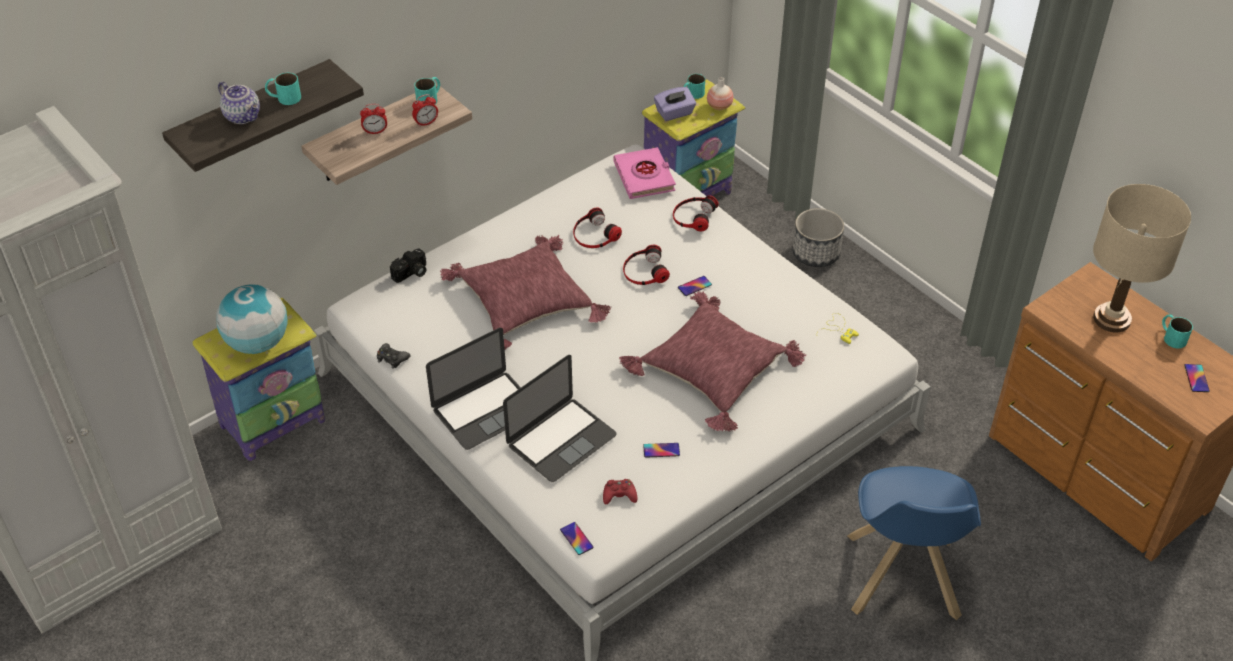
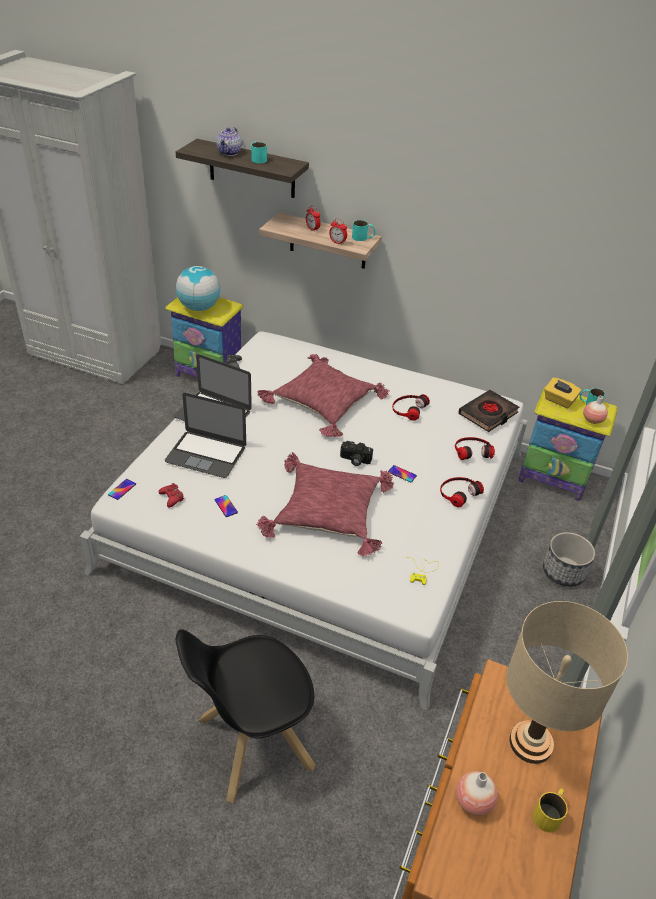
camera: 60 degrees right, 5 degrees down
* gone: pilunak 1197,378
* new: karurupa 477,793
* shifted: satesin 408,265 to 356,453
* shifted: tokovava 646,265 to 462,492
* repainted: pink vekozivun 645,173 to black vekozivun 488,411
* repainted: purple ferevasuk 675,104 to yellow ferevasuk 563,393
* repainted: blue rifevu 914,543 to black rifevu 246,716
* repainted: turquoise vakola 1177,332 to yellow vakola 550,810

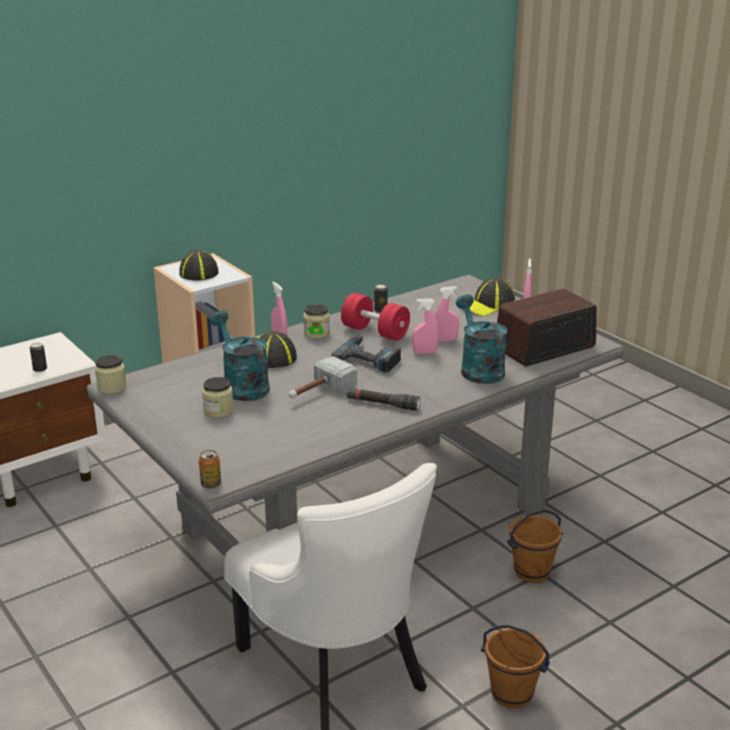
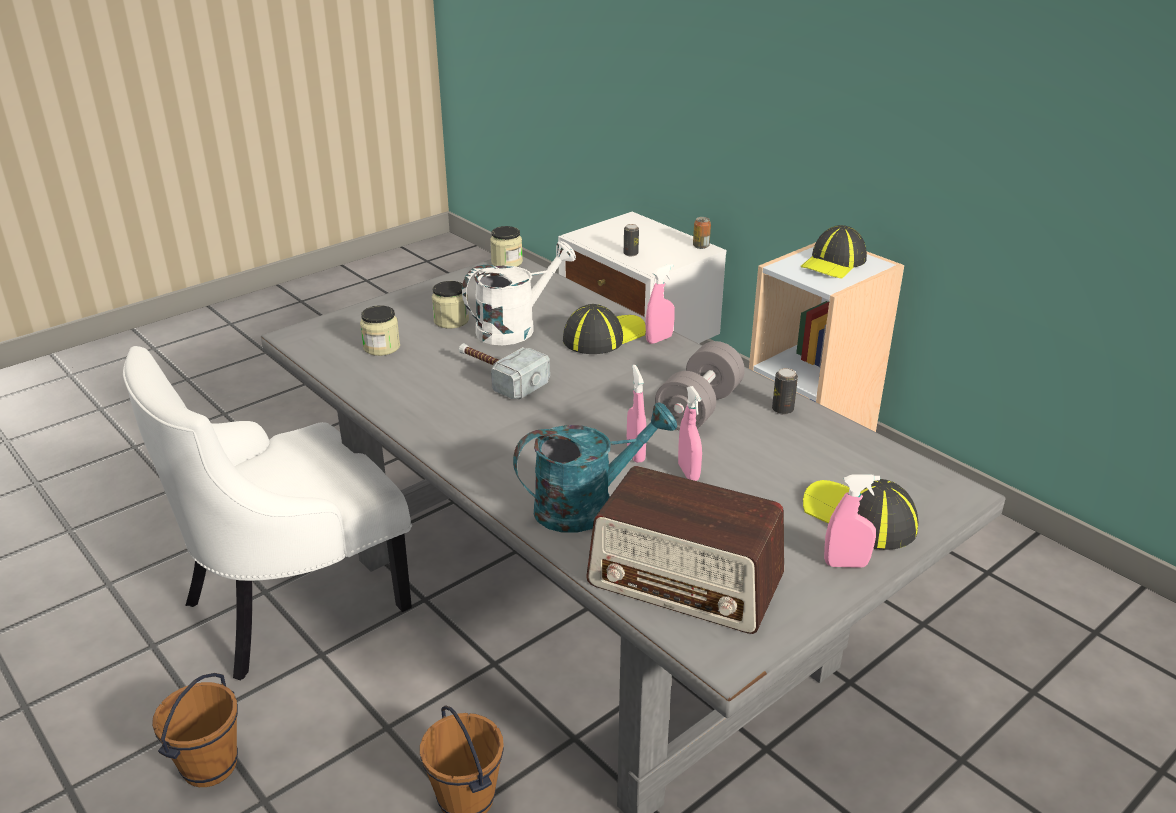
camera: 85 degrees right, 5 degrees up
* gone: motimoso 366,354
* gone: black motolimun 383,399
* shifted: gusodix 210,469 to 702,233
* shifted: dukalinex 316,321 to 380,330
* repainted: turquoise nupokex 240,356 to white nupokex 519,293
* repainted: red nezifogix 375,317 to grey nezifogix 700,386
* rotated: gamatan 199,265 = 833,252 135 degrees clockwise
* rotated: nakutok 547,327 = 685,550 150 degrees clockwise

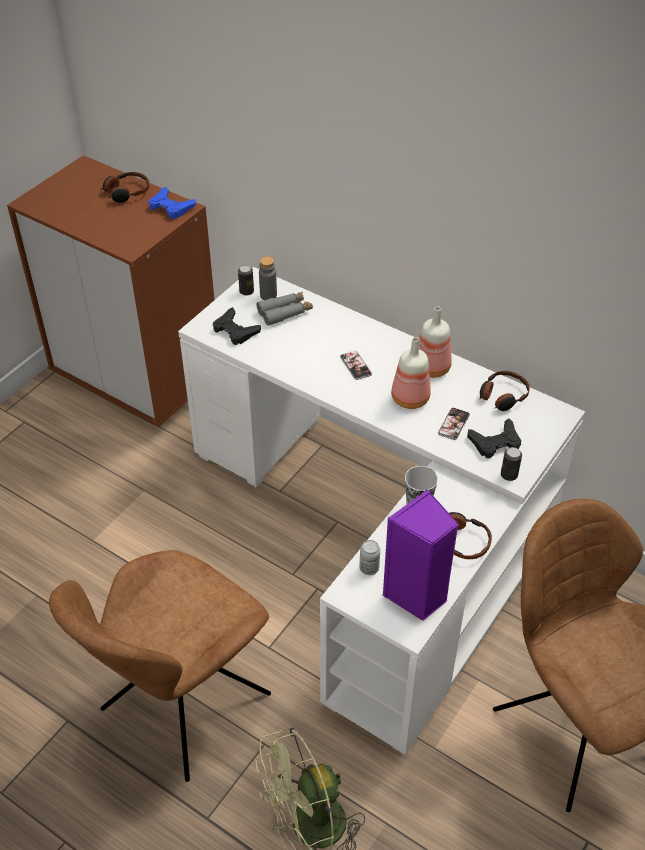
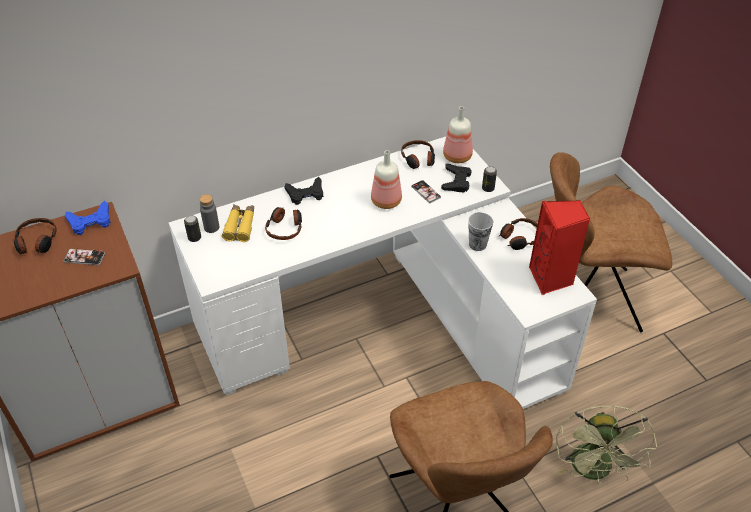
camera: 60 degrees left, 0 degrees up
* gone: gusodix 369,557
* new: tokovava 283,223
* shifted: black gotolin 237,326 to 304,191
* shifted: pilunak 356,365 to 84,256
* shifted: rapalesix 435,342 to 458,134
* repainted: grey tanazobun 284,309 to yellow tanazobun 238,223
* repainted: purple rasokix 420,555 to red rasokix 560,247

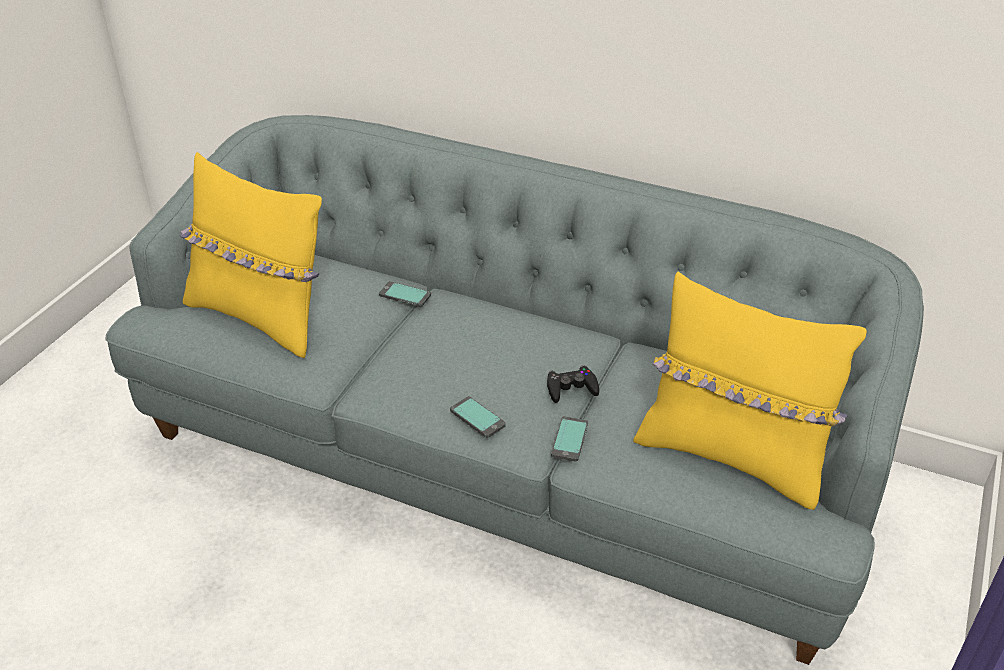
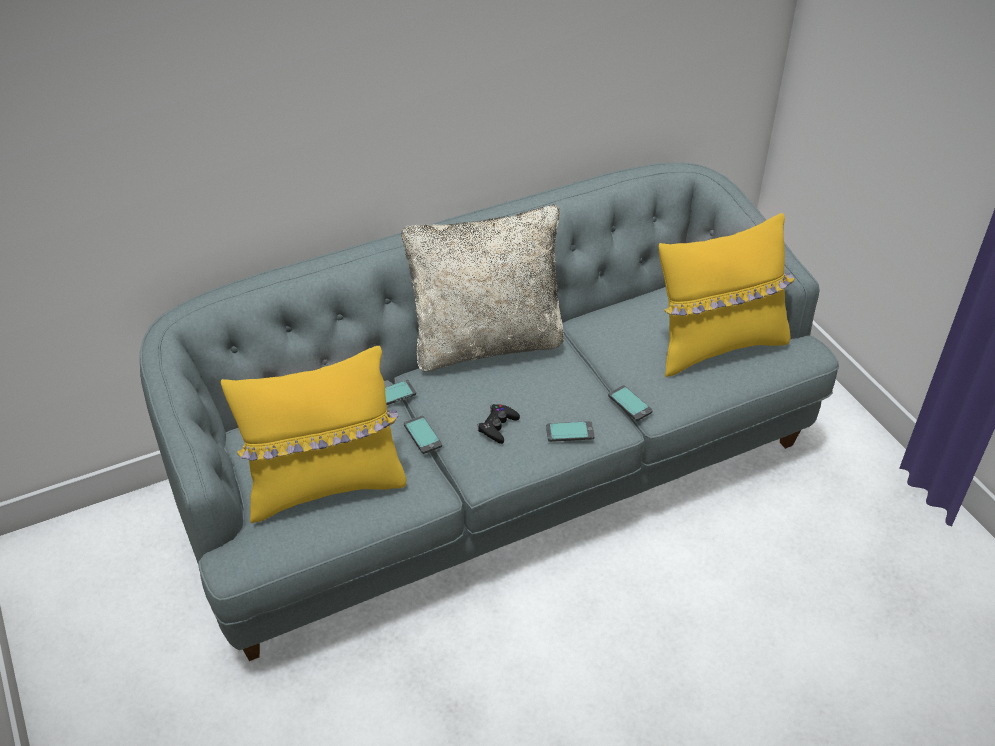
camera: 50 degrees left, 5 degrees up
* new: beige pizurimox 482,288
* new: pilunak 423,434
* shifted: black gotolin 573,384 to 498,424

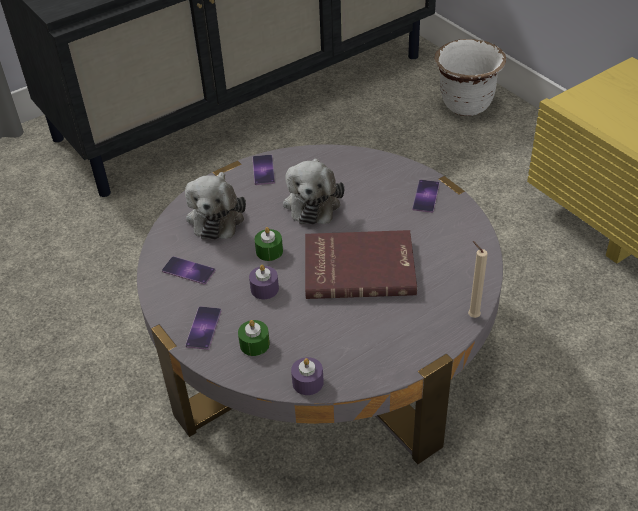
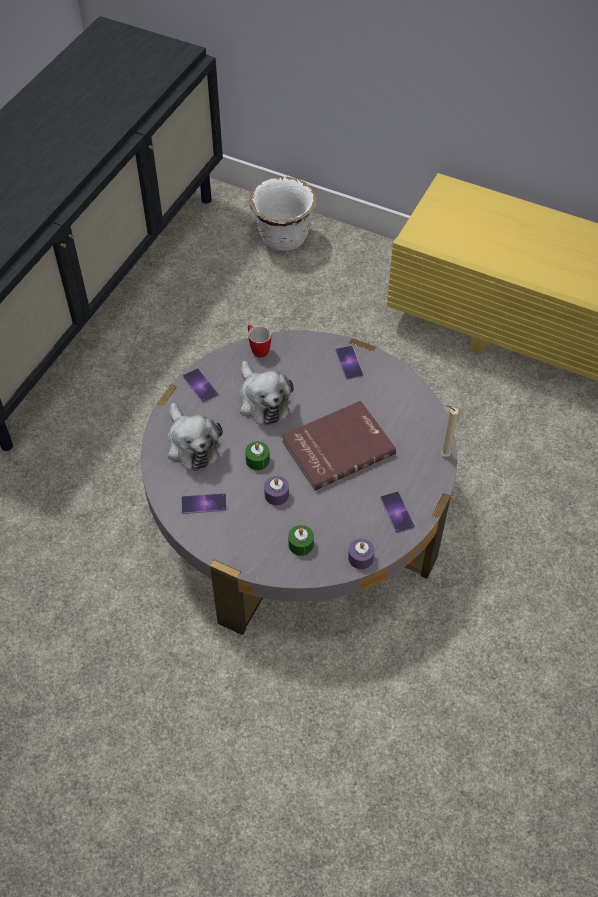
camera: 30 degrees left, 10 degrees up
* new: vakola 259,341
* shifted: pilunak 203,328 to 397,512

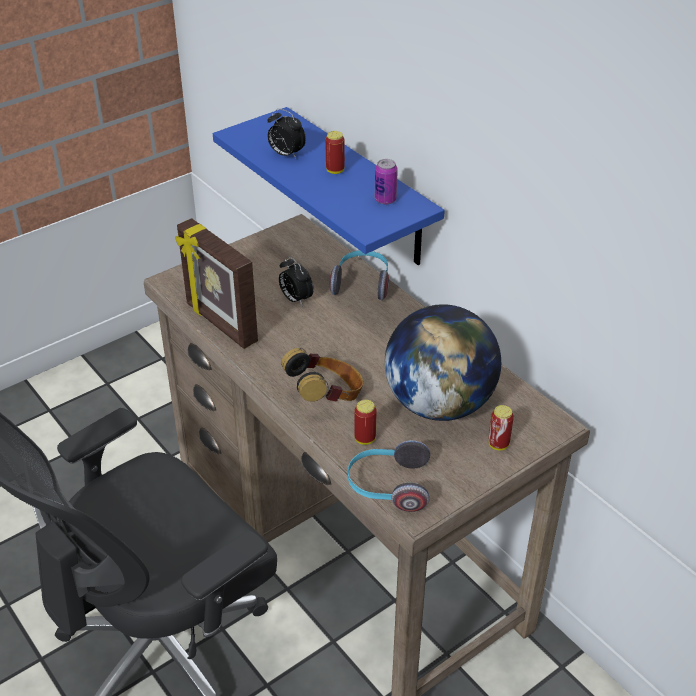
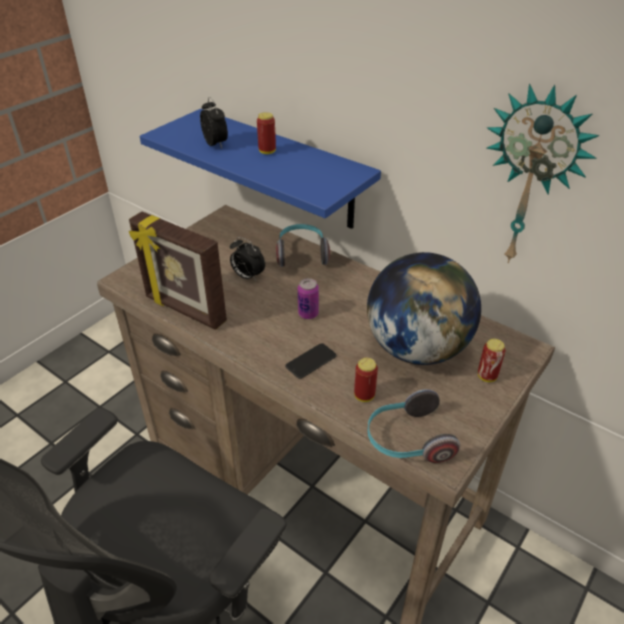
camera: 15 degrees left, 0 degrees up
* new: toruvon 543,173
* shifted: gusodix 386,181 to 308,298
* swapped: tokovava 322,375 to pilunak 311,361
* rotated: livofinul 286,133 = 214,123 135 degrees counterclockwise

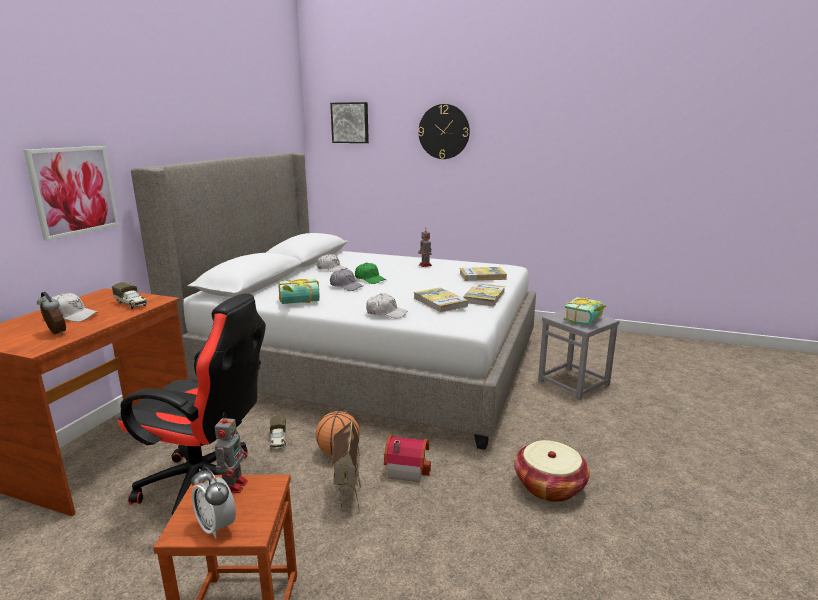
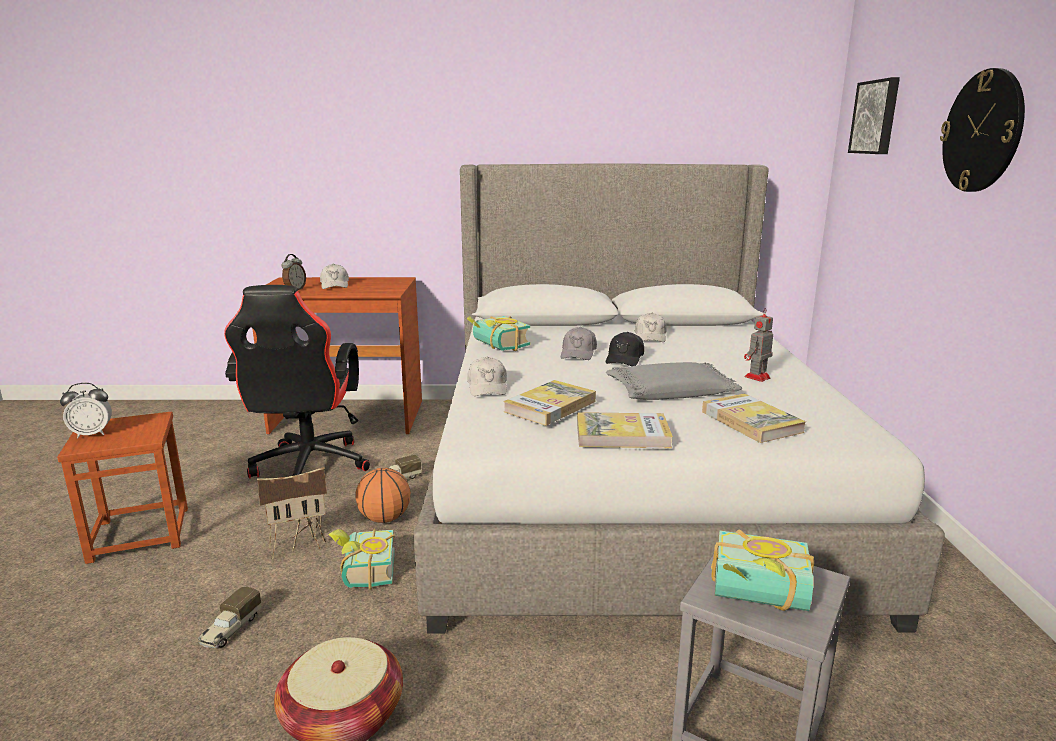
camera: 70 degrees right, 0 degrees up
* gone: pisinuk 71,193
* gone: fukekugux 231,453
* new: grey pizurimox 674,381
* shifted: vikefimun 130,295 to 230,617
* swapped: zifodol 407,458 to vekozivun 361,559
* repainted: green gamatan 370,273 to black gamatan 625,349
* rotated: livofinul 213,502 = 86,410 135 degrees counterclockwise

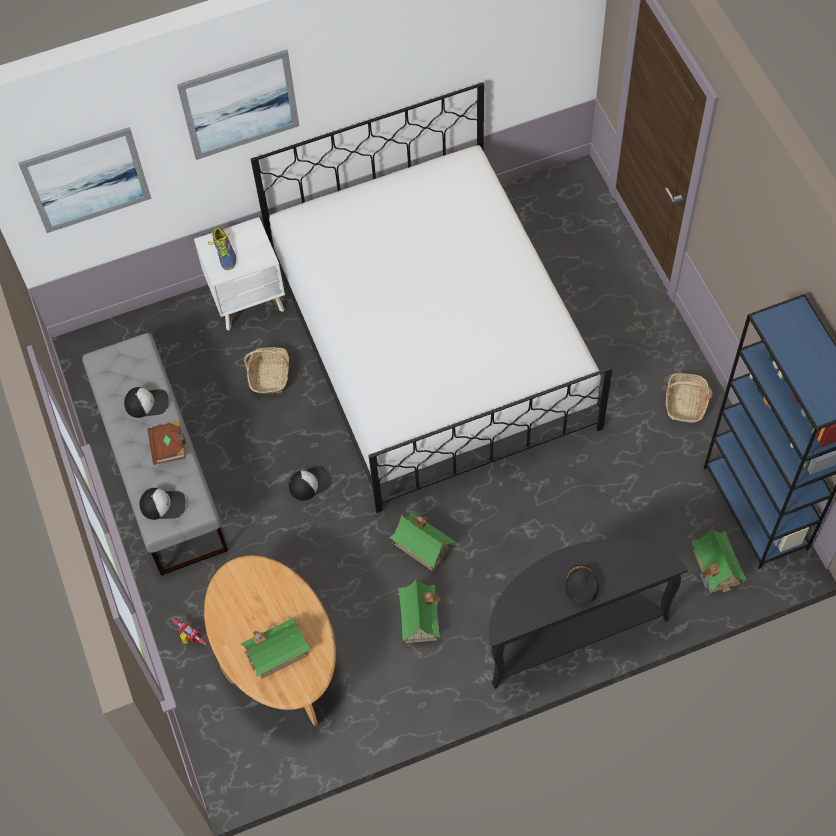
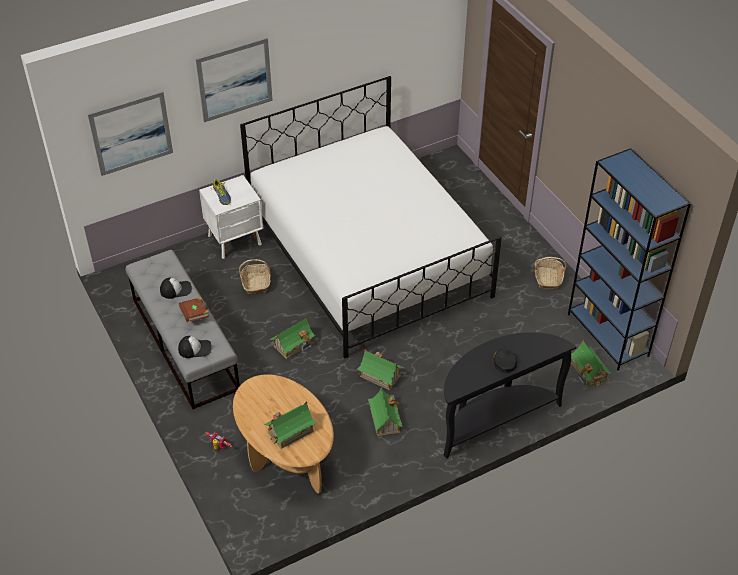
camera: 10 degrees left, 15 degrees down
* swapped: gamatan 310,483 to zifodol 293,338

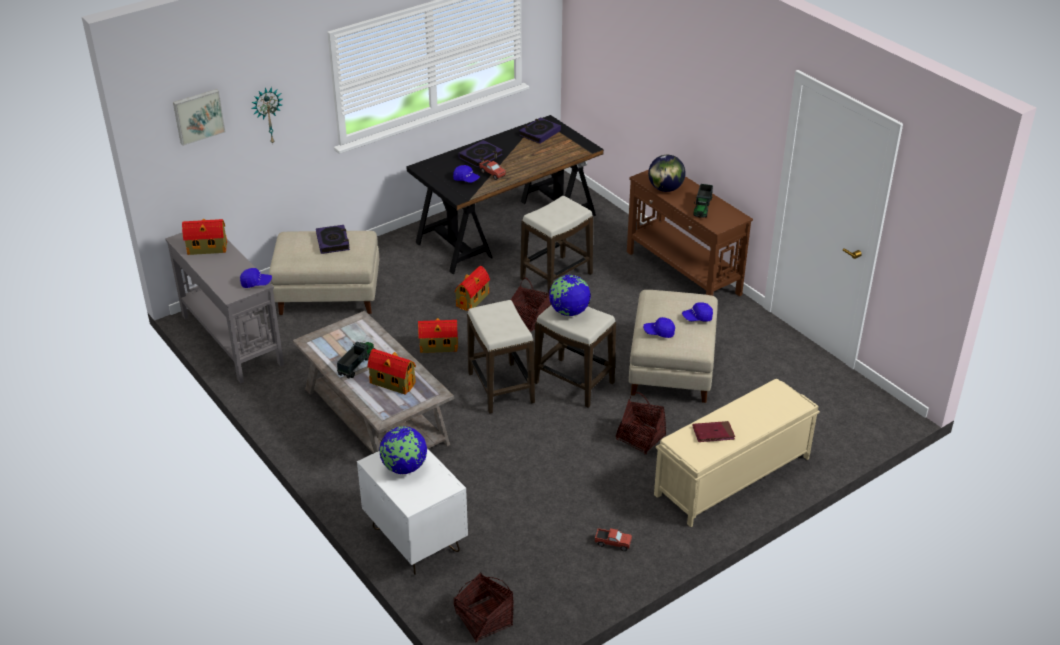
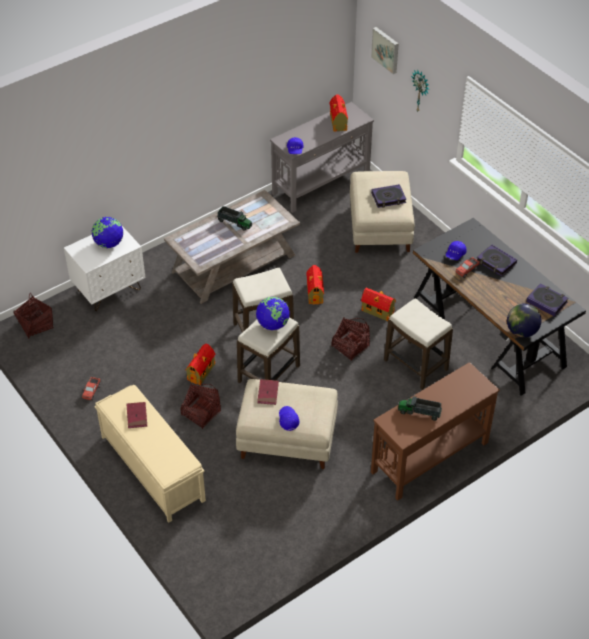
camera: 90 degrees right, 10 degrees up
* shifted: zifodol 391,372 to 200,364
* shifted: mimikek 667,173 to 524,320
* swapped: blue gamatan 659,327 to red vekozivun 268,392

